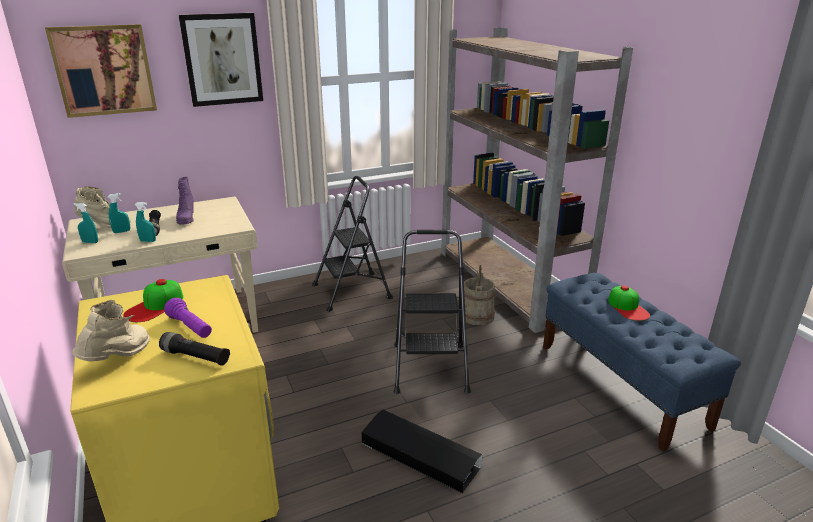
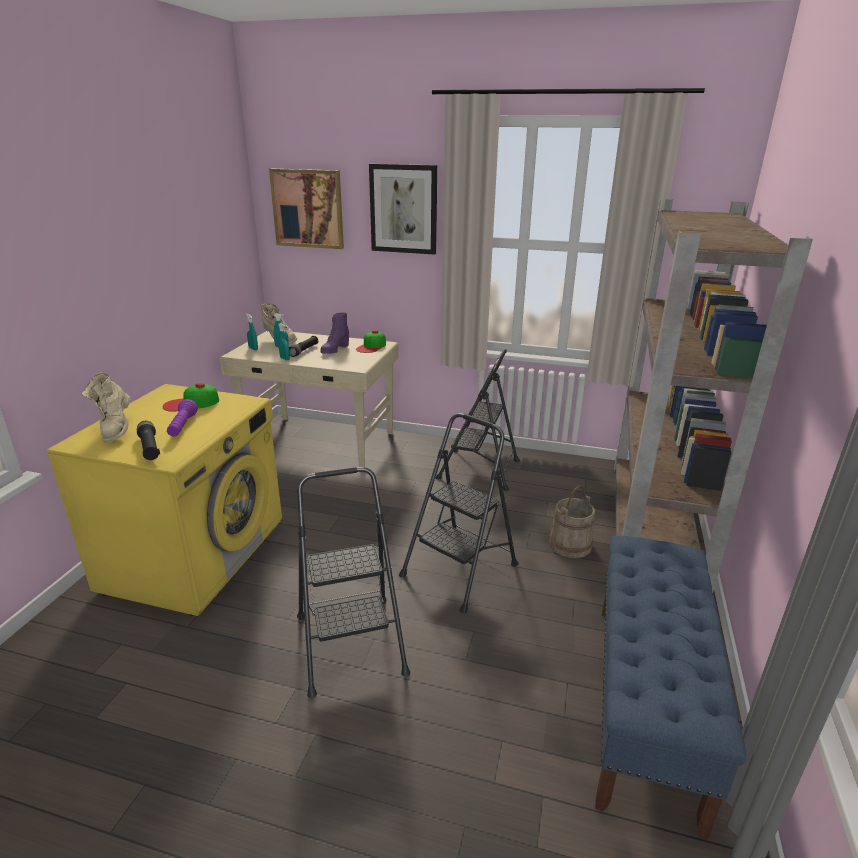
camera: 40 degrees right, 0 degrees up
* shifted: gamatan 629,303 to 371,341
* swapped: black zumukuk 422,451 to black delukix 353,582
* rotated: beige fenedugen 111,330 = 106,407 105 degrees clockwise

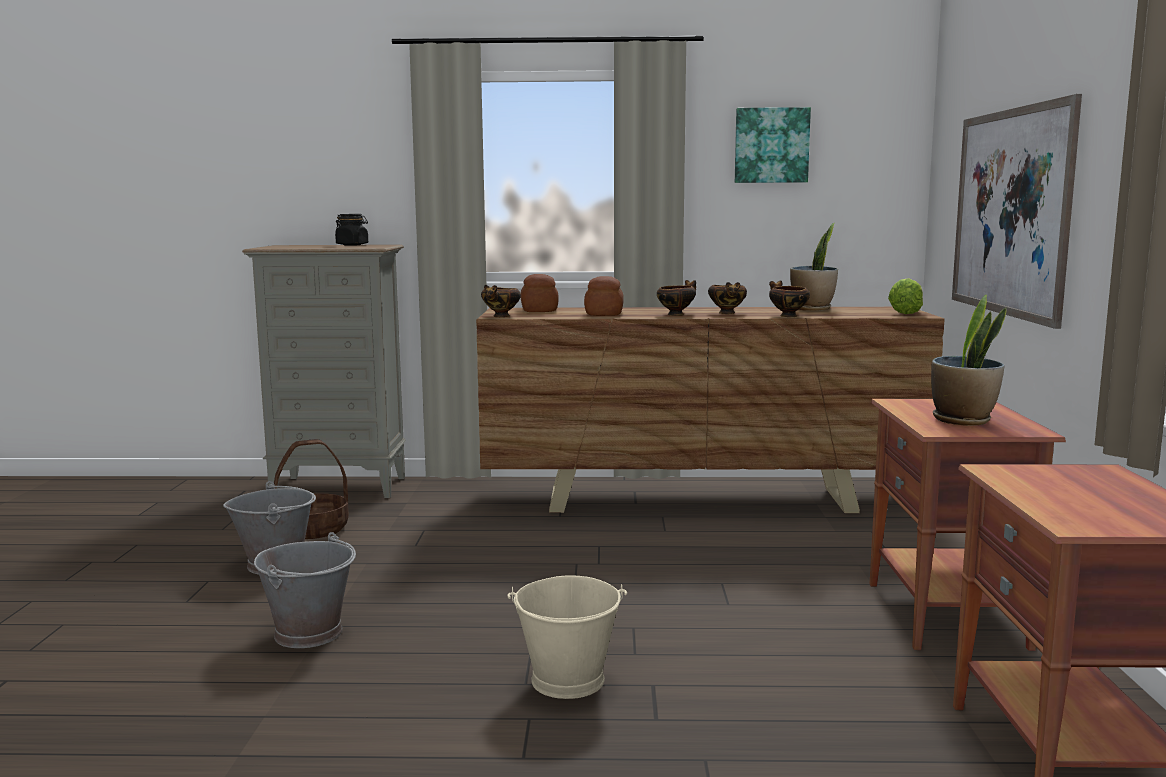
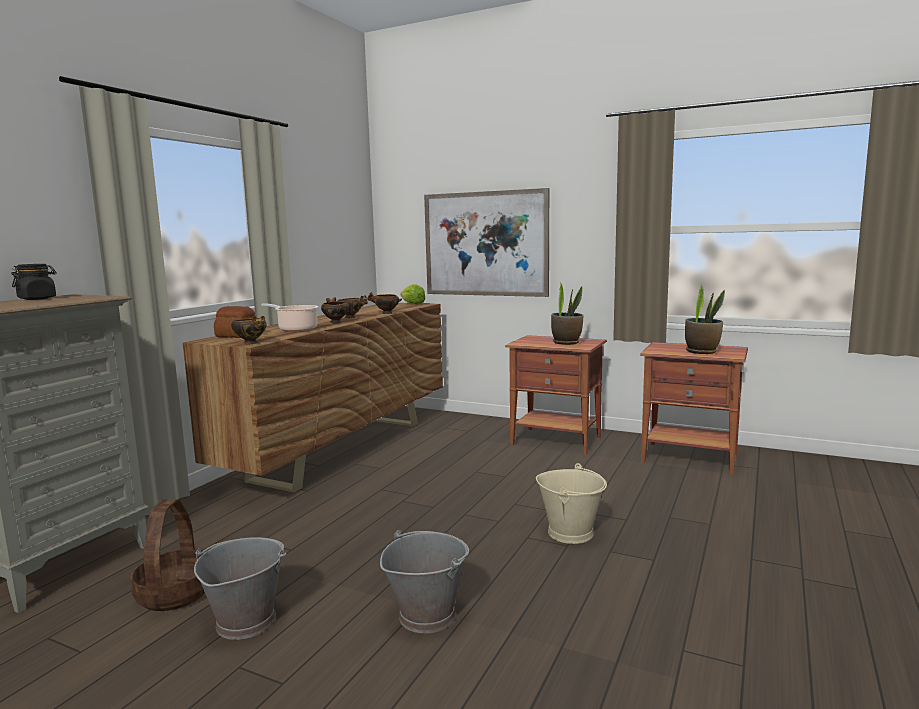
camera: 65 degrees left, 0 degrees up
* gone: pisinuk 773,145
* shifted: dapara 814,267 to 705,319
* swapped: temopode 604,296 to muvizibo 289,317

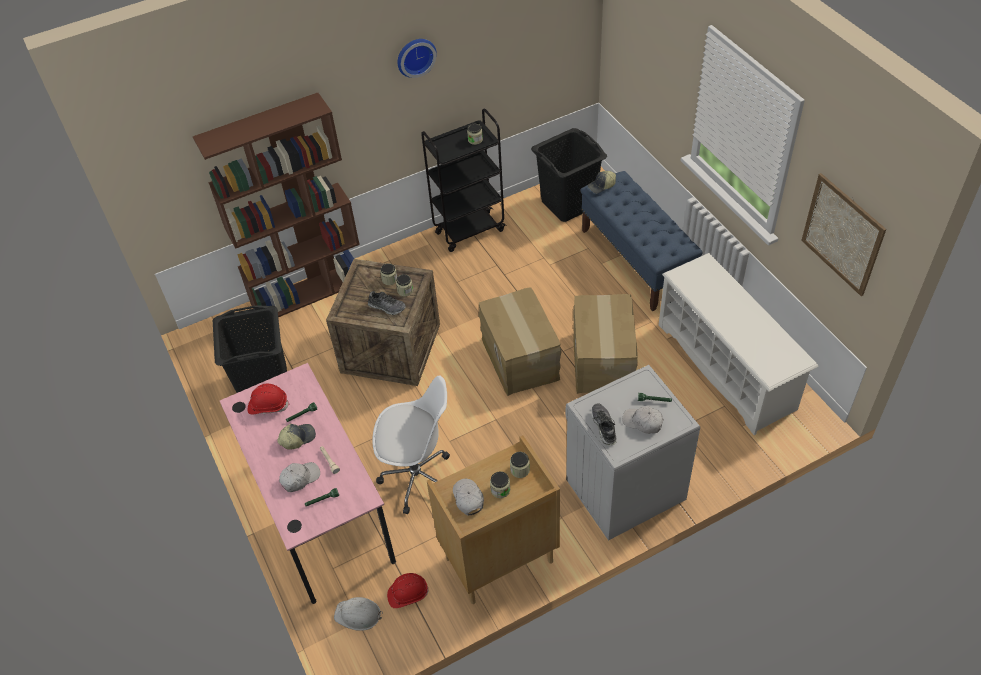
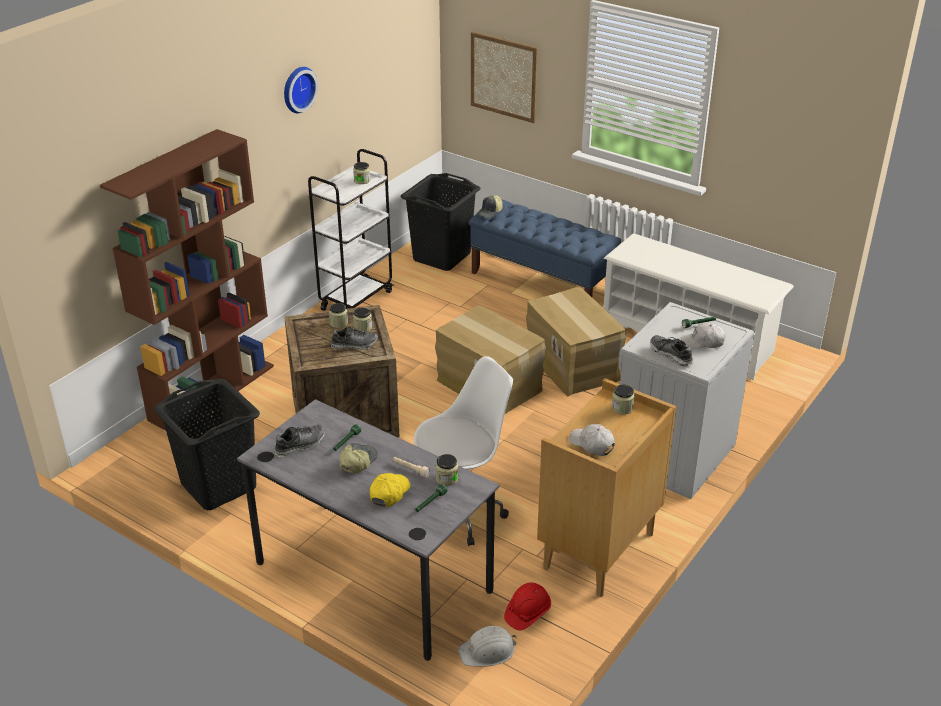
camera: 30 degrees left, 15 degrees down
* shifted: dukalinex 500,484 to 447,470
* shifted: pisinuk 843,234 to 504,77
* swapped: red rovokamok 268,399 to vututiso 299,441
* repainted: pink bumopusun 308,483 to grey bumopusun 368,530
* repainted: white gamatan 299,477 to yellow gamatan 390,490
* repainted: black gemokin 463,180 to white gemokin 351,230

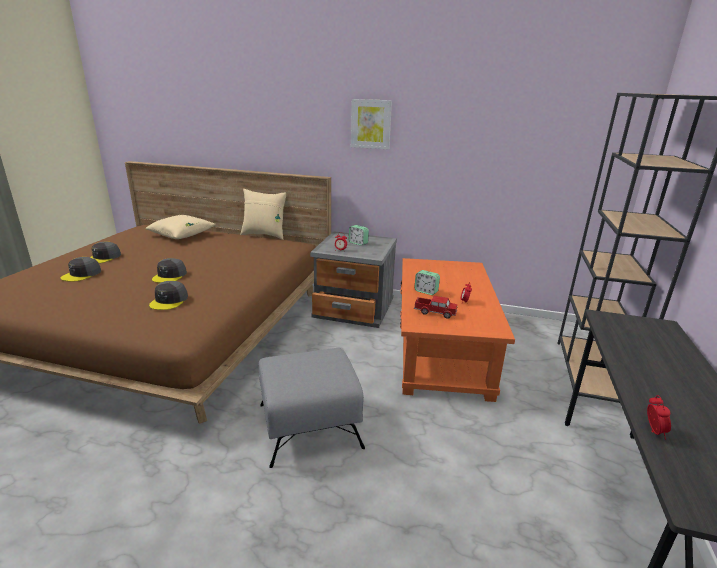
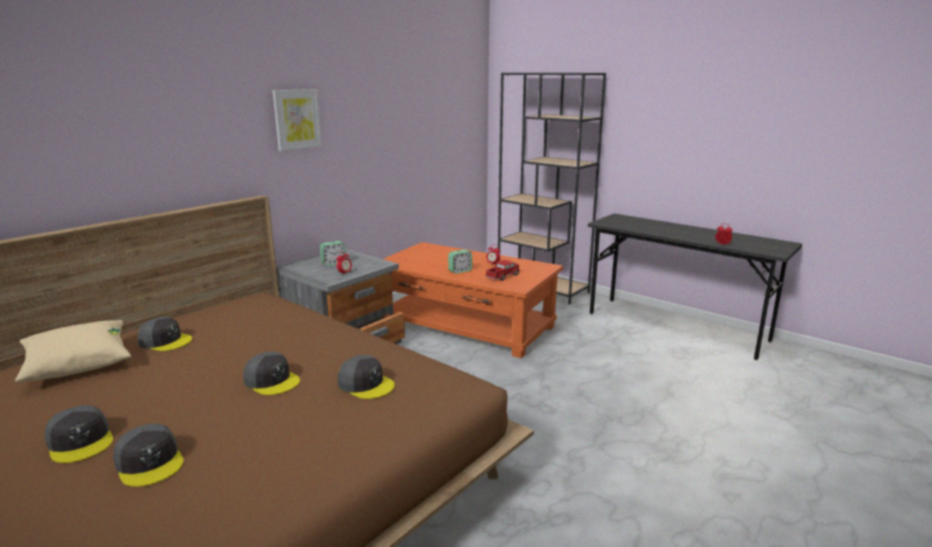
camera: 65 degrees left, 5 degrees down
* gone: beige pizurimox 263,214
* gone: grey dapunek 312,408
* new: grey gamatan 164,334

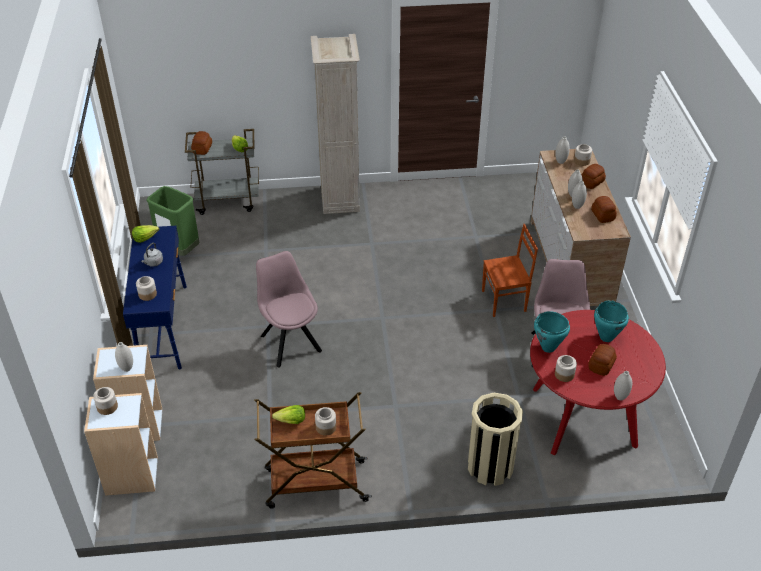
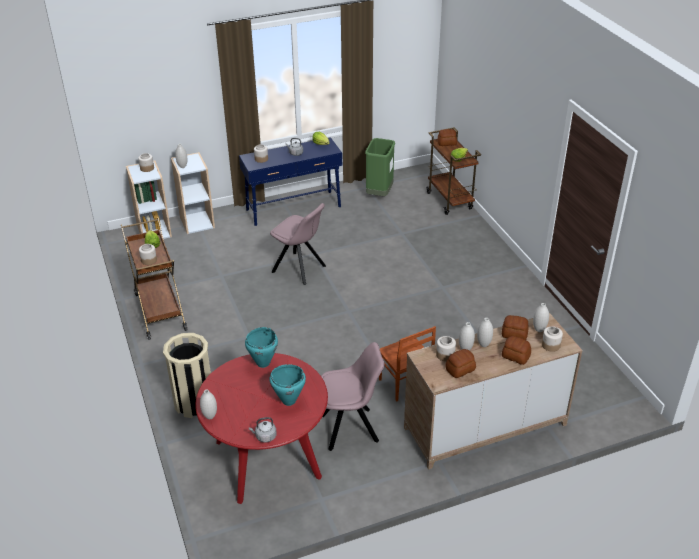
camera: 75 degrees right, 5 degrees down
* gone: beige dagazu 335,124
* new: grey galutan 262,429
* shifted: dukalinex 566,368 to 446,348
* shifted: temopode 602,360 to 515,327
* repainted: grey gemokin 222,172 to brown gemokin 453,171
* rotated: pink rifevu 289,309 = 298,244 75 degrees clockwise

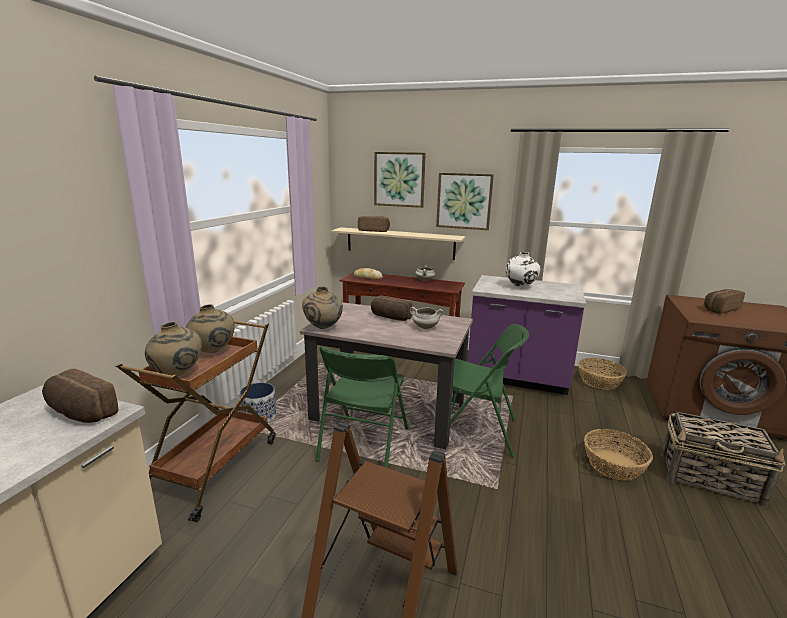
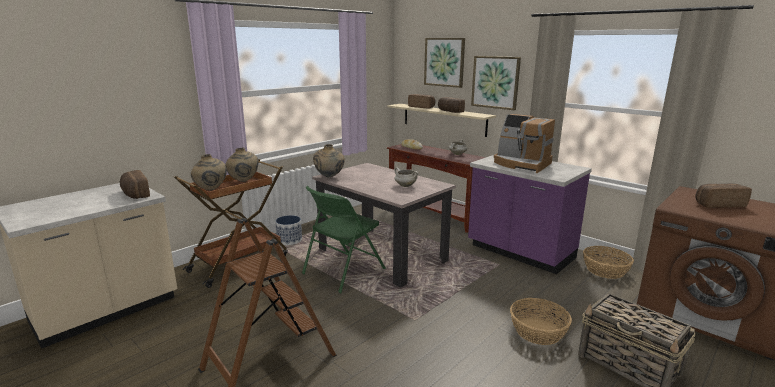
camera: 25 degrees right, 0 degrees up
* gone: green rifevu 481,391
* shifted: temopode 392,308 to 451,105
* swapped: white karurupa 523,269 to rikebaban 524,143

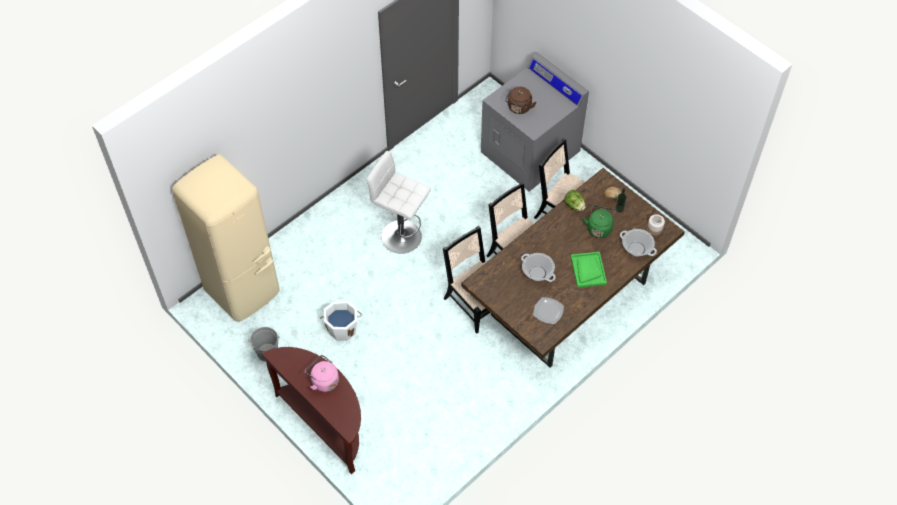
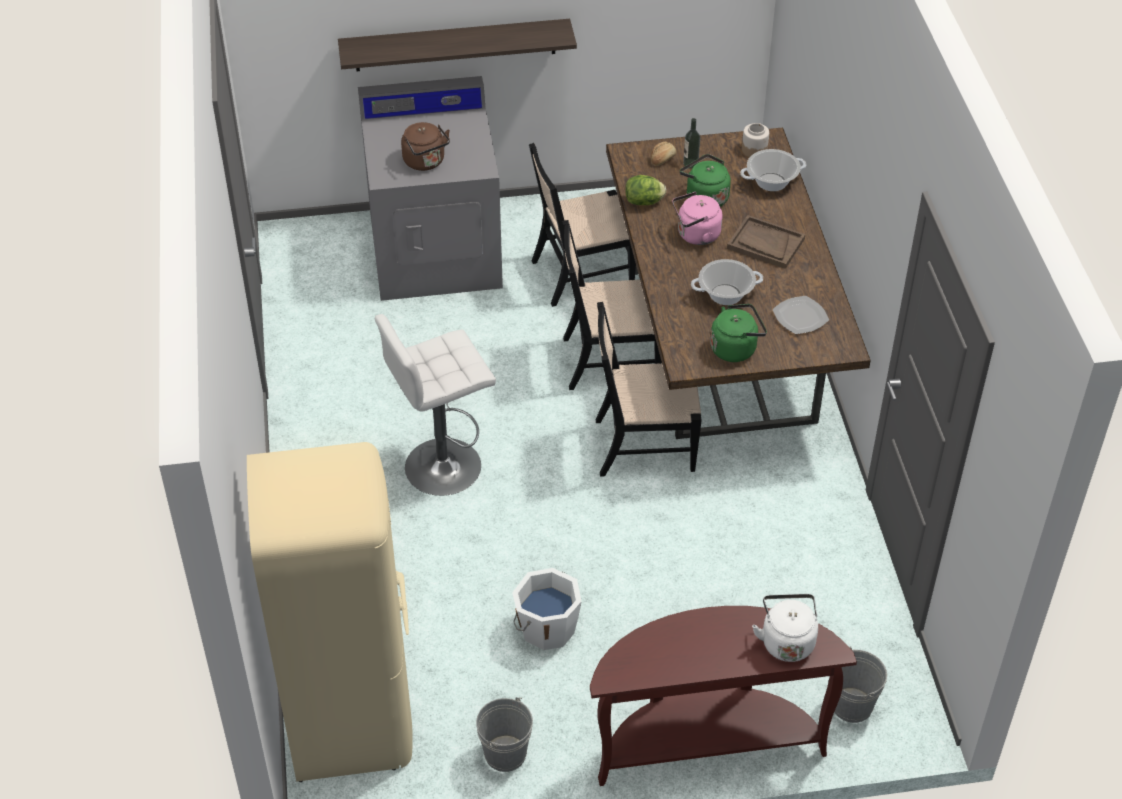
camera: 55 degrees left, 10 degrees down
* new: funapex 457,45
* new: green galutan 738,333
* new: white galutan 785,628
* new: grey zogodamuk 860,684
* shifted: pink galutan 322,373 to 697,218
* repainted: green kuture 589,270 to brown kuture 766,242

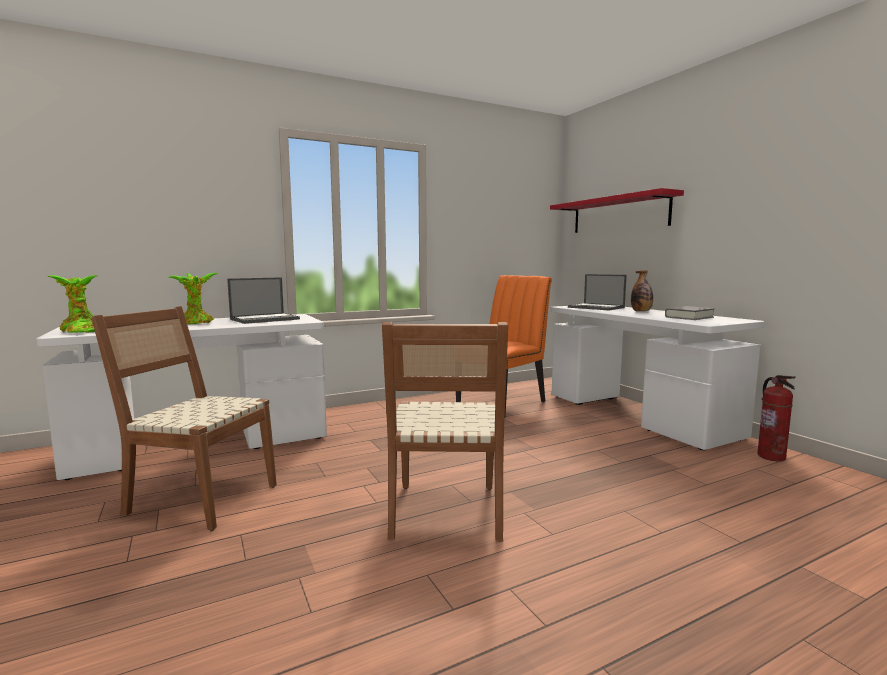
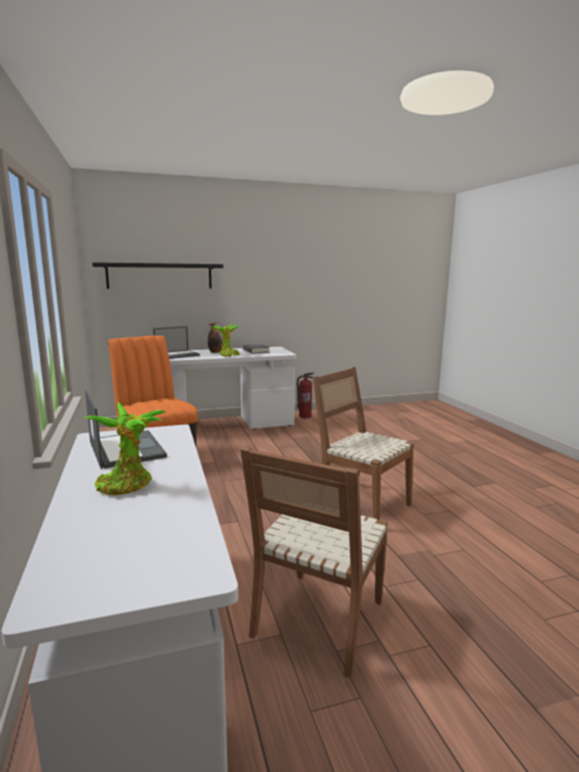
camera: 80 degrees left, 5 degrees up
* shifted: dapara 72,304 to 226,340
* repainted: red funapex 617,210 to black funapex 157,275
* rotated: rifevu 445,432 = 363,443 150 degrees counterclockwise

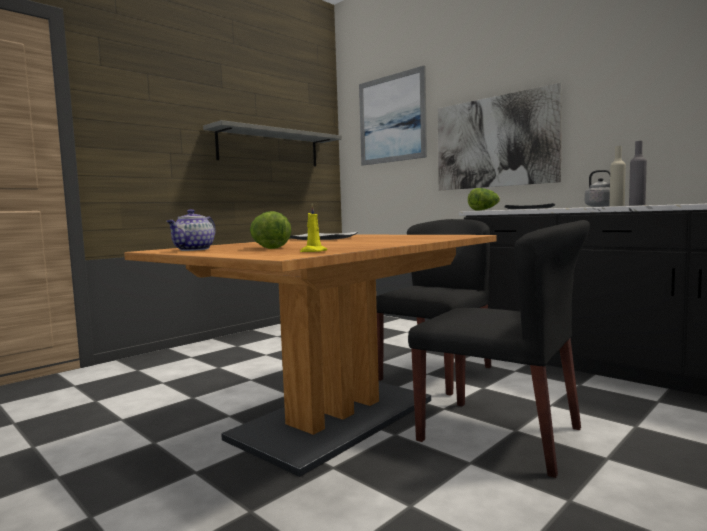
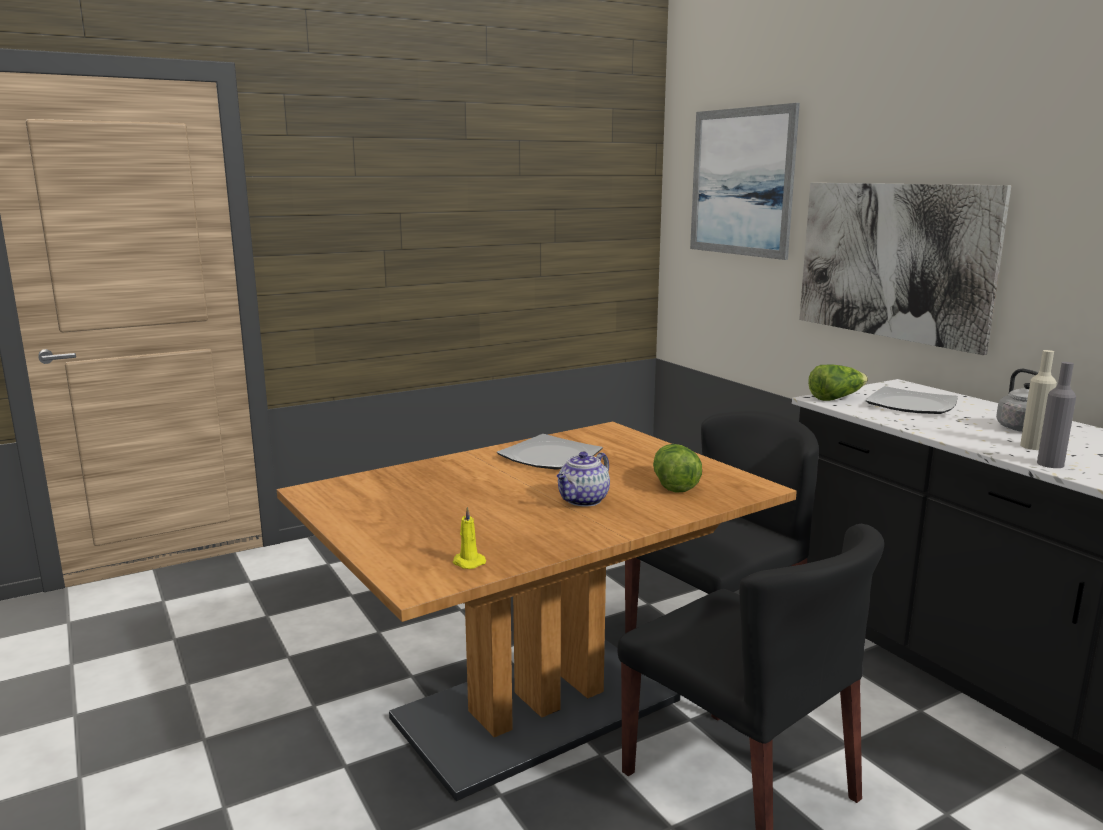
camera: 15 degrees right, 10 degrees up
* gone: grey funapex 272,143
* shifted: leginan 191,230 to 583,479
* shifted: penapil 270,230 to 677,468

